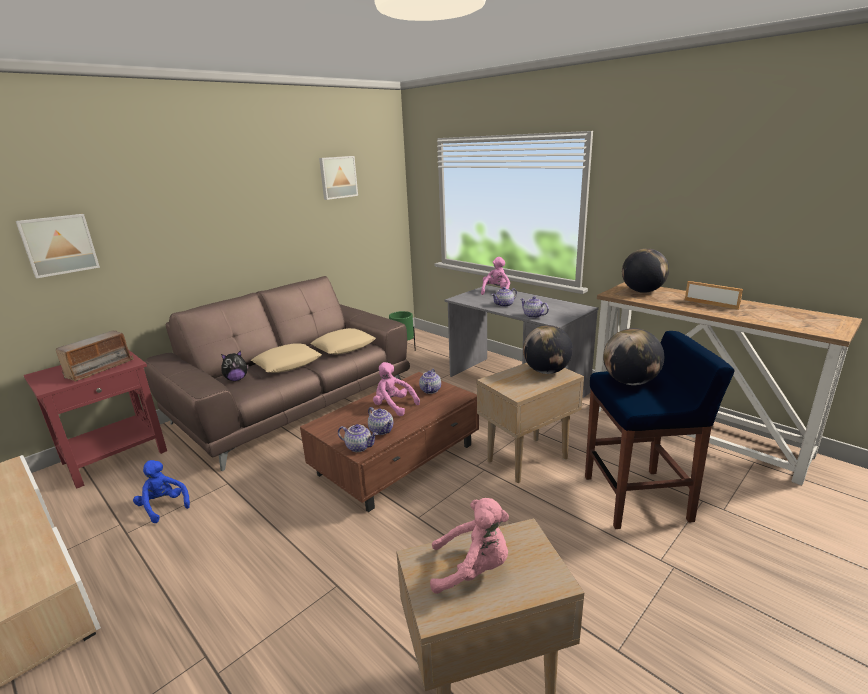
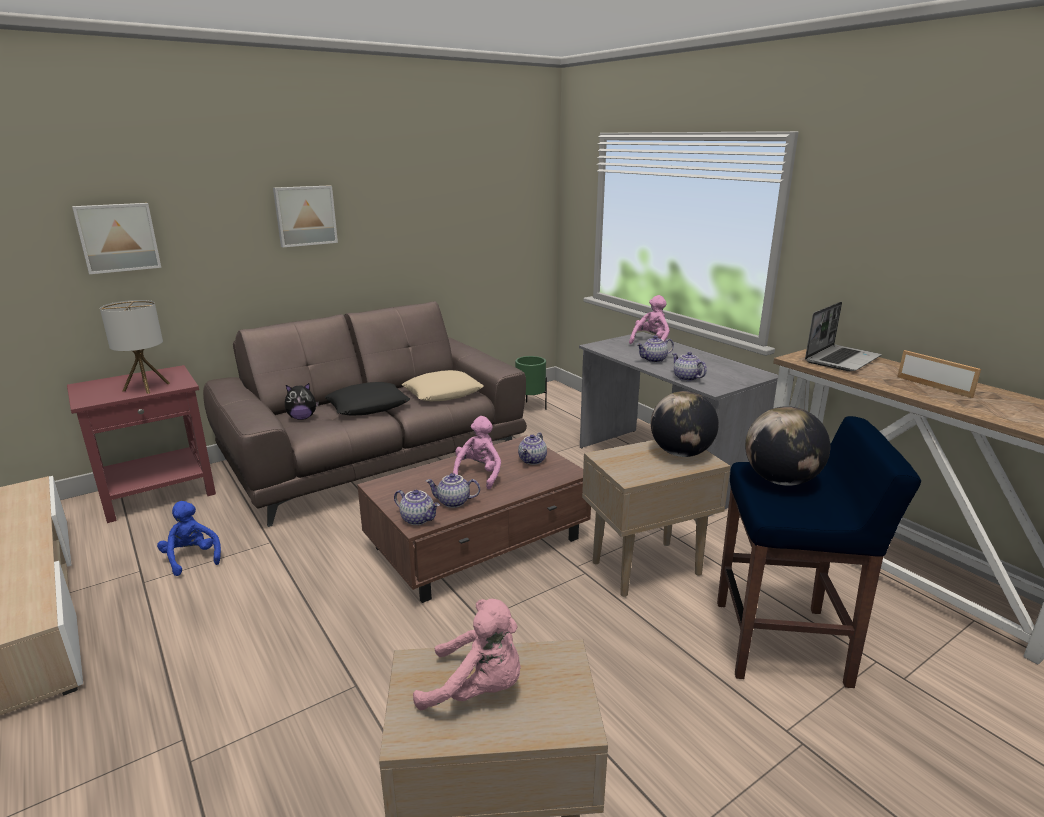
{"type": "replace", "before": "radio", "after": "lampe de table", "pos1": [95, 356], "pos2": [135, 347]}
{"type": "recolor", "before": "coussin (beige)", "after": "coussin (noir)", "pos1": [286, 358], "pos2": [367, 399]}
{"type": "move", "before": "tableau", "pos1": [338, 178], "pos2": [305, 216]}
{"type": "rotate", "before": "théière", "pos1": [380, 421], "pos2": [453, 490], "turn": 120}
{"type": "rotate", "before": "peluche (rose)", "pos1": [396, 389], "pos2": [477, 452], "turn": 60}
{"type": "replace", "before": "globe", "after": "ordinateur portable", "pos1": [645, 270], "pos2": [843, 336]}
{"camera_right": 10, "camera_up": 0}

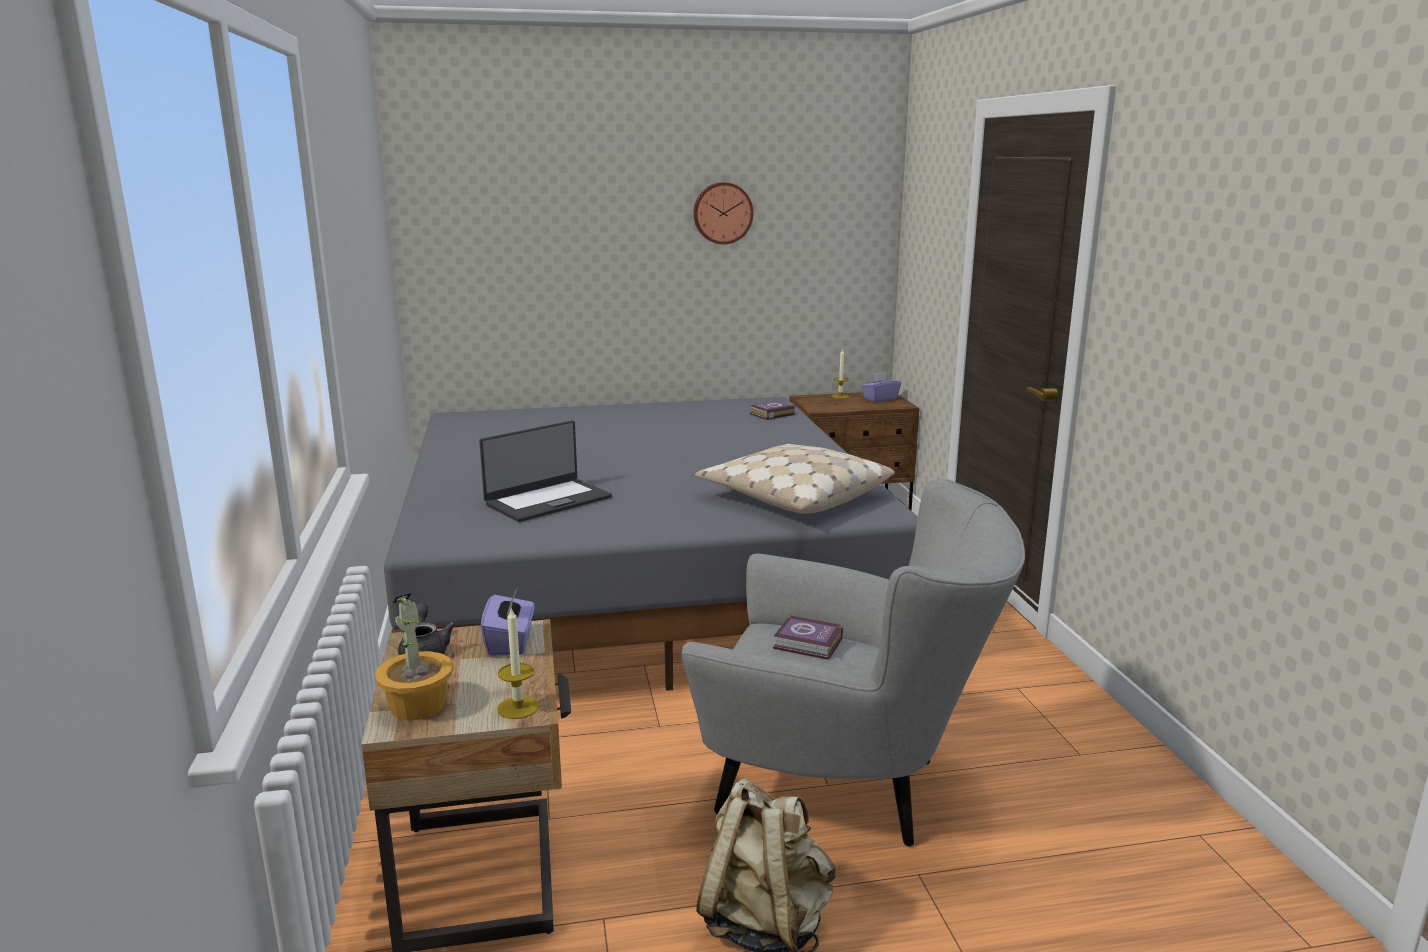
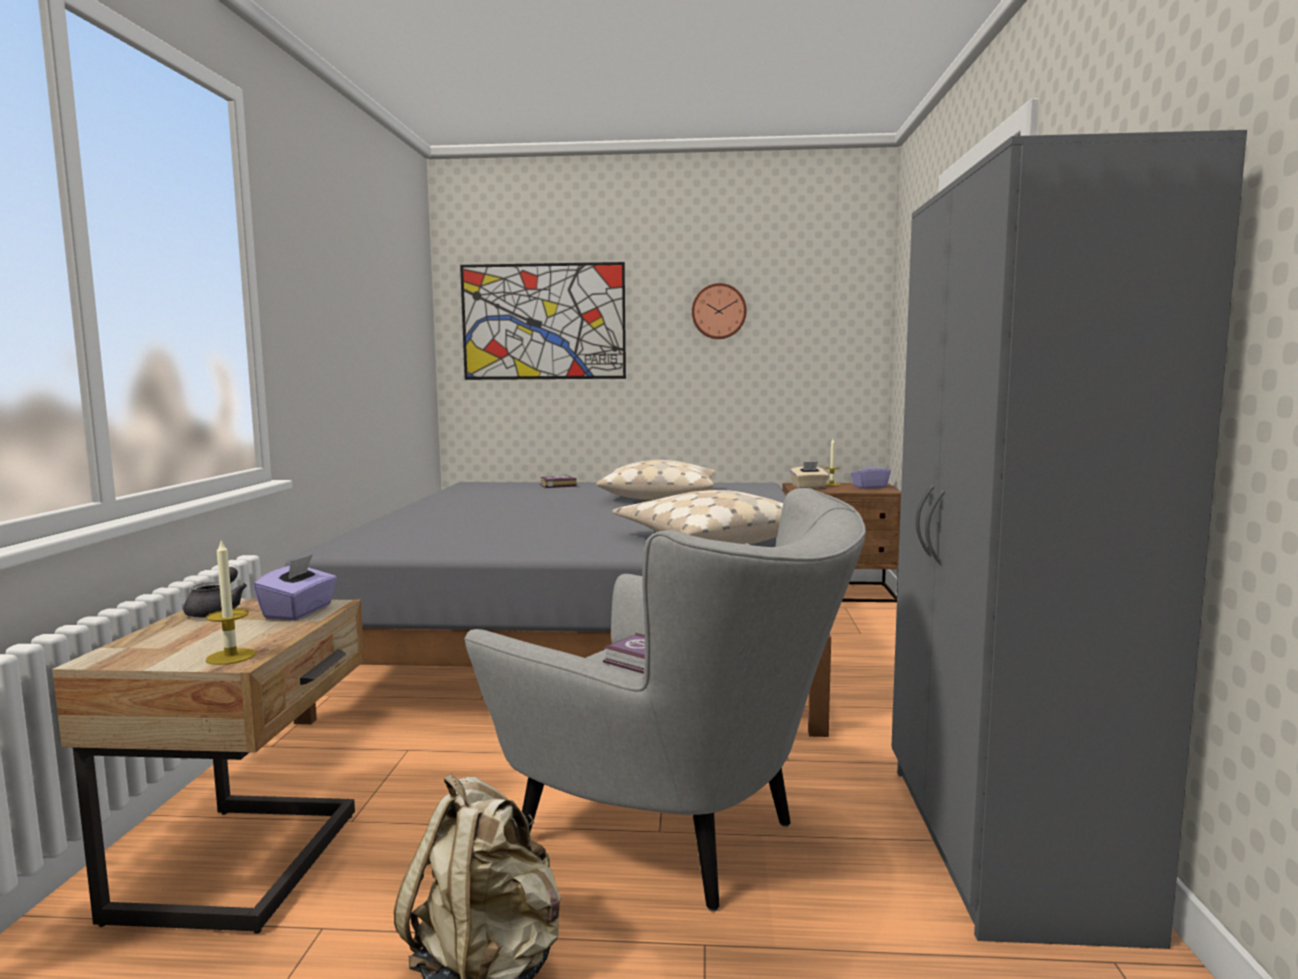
{"type": "delete", "before": "plante en pot", "pos1": [414, 656]}
{"type": "delete", "before": "ordinateur portable", "pos1": [545, 471]}
{"type": "move", "before": "livre", "pos1": [772, 410], "pos2": [558, 481]}
{"type": "insert", "after": "tableau", "pos2": [543, 321]}
{"type": "insert", "after": "coussin (beige)", "pos2": [656, 480]}
{"type": "insert", "after": "boîte à mouchoirs (beige)", "pos2": [809, 475]}
{"type": "insert", "after": "armoire (gris)", "pos2": [1069, 539]}
{"camera_right": 15, "camera_up": -10}

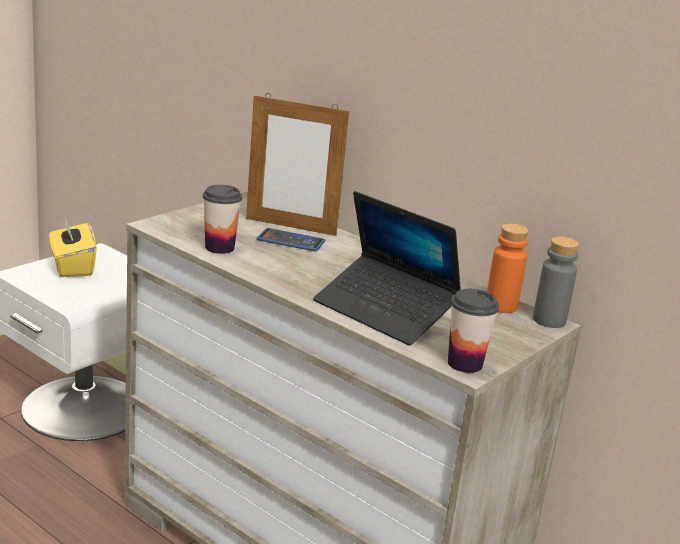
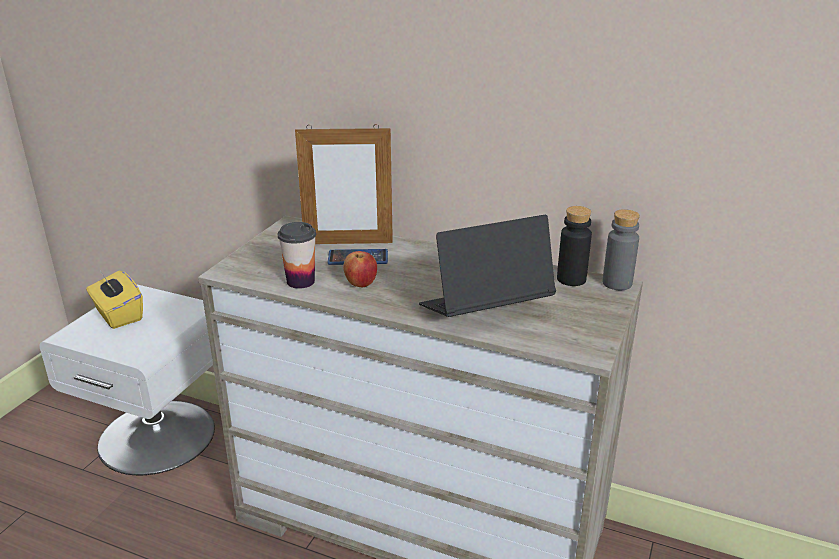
{"type": "rotate", "before": "ordinateur portable", "pos1": [387, 268], "pos2": [487, 266], "turn": 135}
{"type": "delete", "before": "tasse", "pos1": [473, 331]}
{"type": "recolor", "before": "bouteille (orange)", "after": "bouteille (noir)", "pos1": [508, 268], "pos2": [574, 246]}
{"type": "insert", "after": "pomme", "pos2": [360, 269]}
{"camera_right": -15, "camera_up": 5}

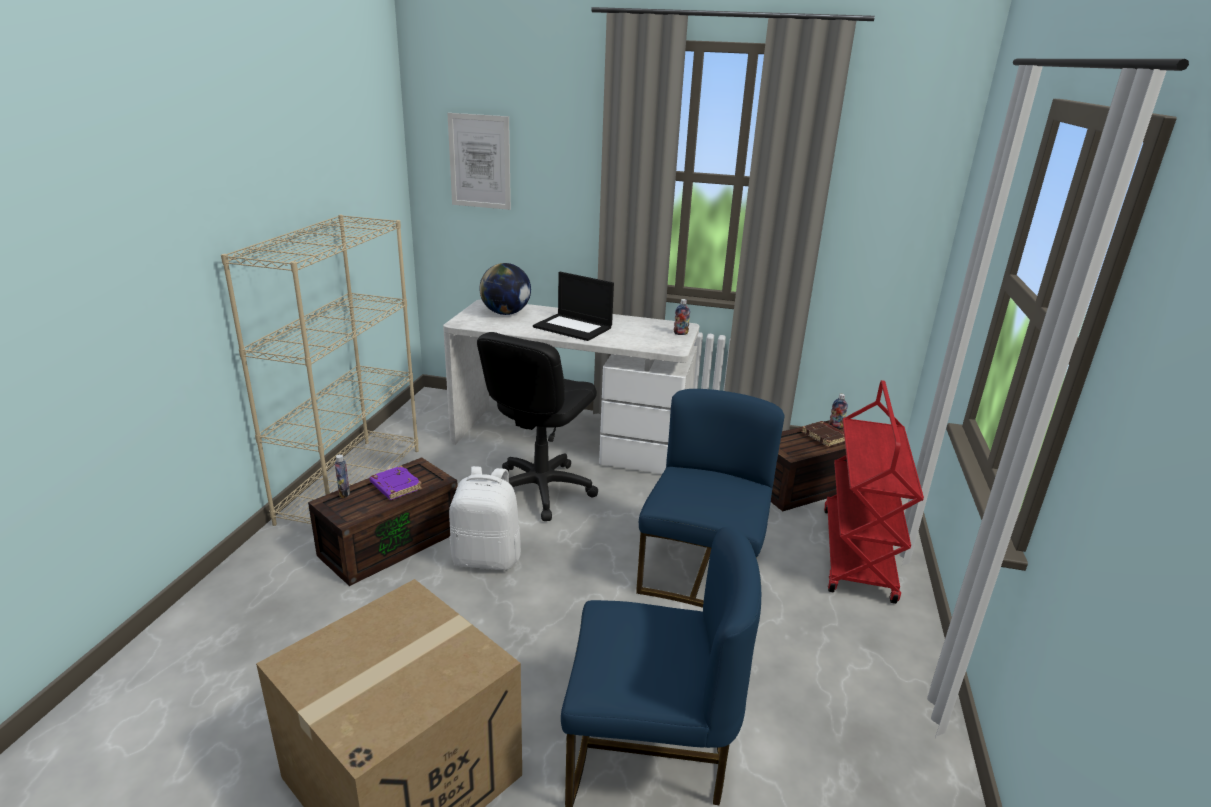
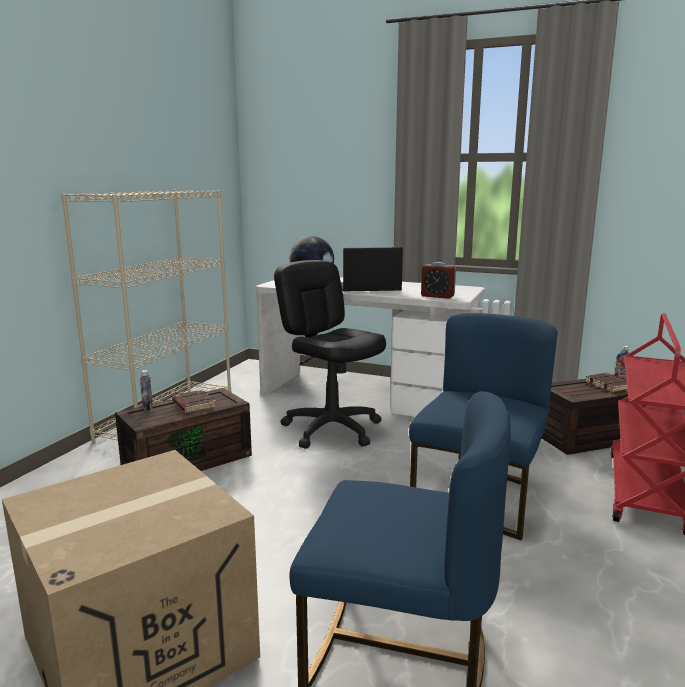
{"type": "recolor", "before": "livre (violet)", "after": "livre (marron)", "pos1": [396, 483], "pos2": [194, 401]}
{"type": "delete", "before": "tableau", "pos1": [479, 161]}
{"type": "delete", "before": "sac à dos (blanc)", "pos1": [485, 518]}
{"type": "rotate", "before": "chaise de bureau (noir)", "pos1": [537, 426], "pos2": [330, 354], "turn": 105}
{"type": "rotate", "before": "ordinateur portable", "pos1": [573, 306], "pos2": [372, 269], "turn": 135}
{"type": "delete", "before": "bouteille", "pos1": [682, 317]}
{"type": "insert", "after": "réveil", "pos2": [438, 280]}
{"camera_right": 10, "camera_up": -10}

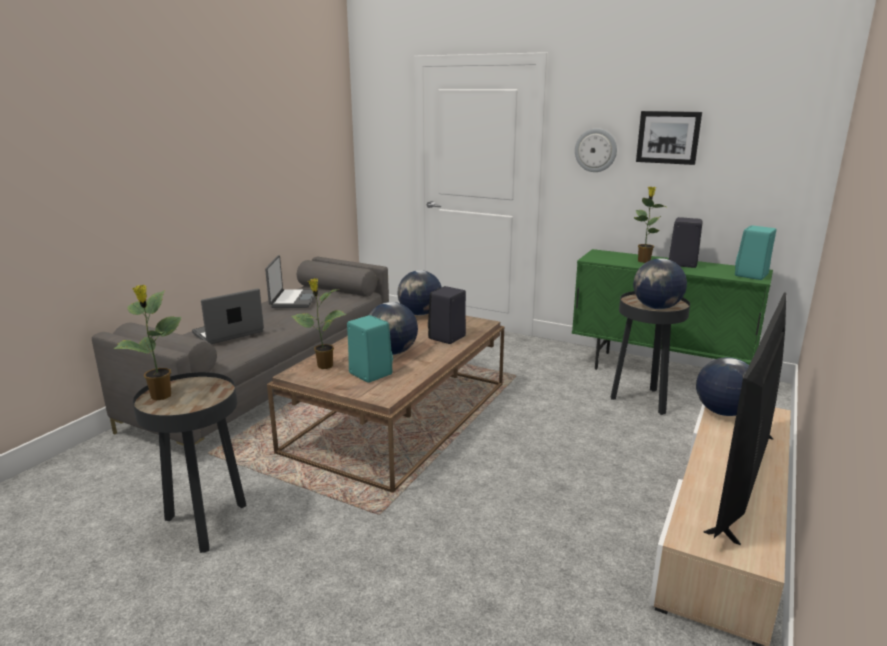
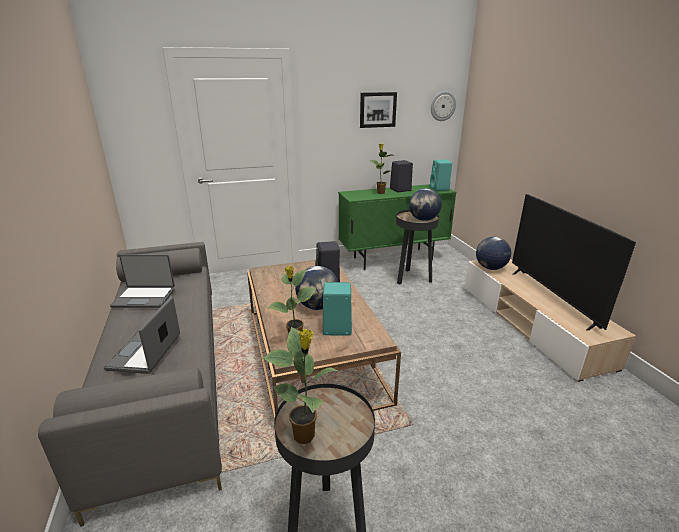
{"type": "rotate", "before": "ordinateur portable", "pos1": [291, 281], "pos2": [142, 281], "turn": 135}
{"type": "delete", "before": "globe", "pos1": [419, 292]}
{"type": "move", "before": "horloge murale", "pos1": [596, 150], "pos2": [443, 106]}
{"camera_right": -45, "camera_up": 5}

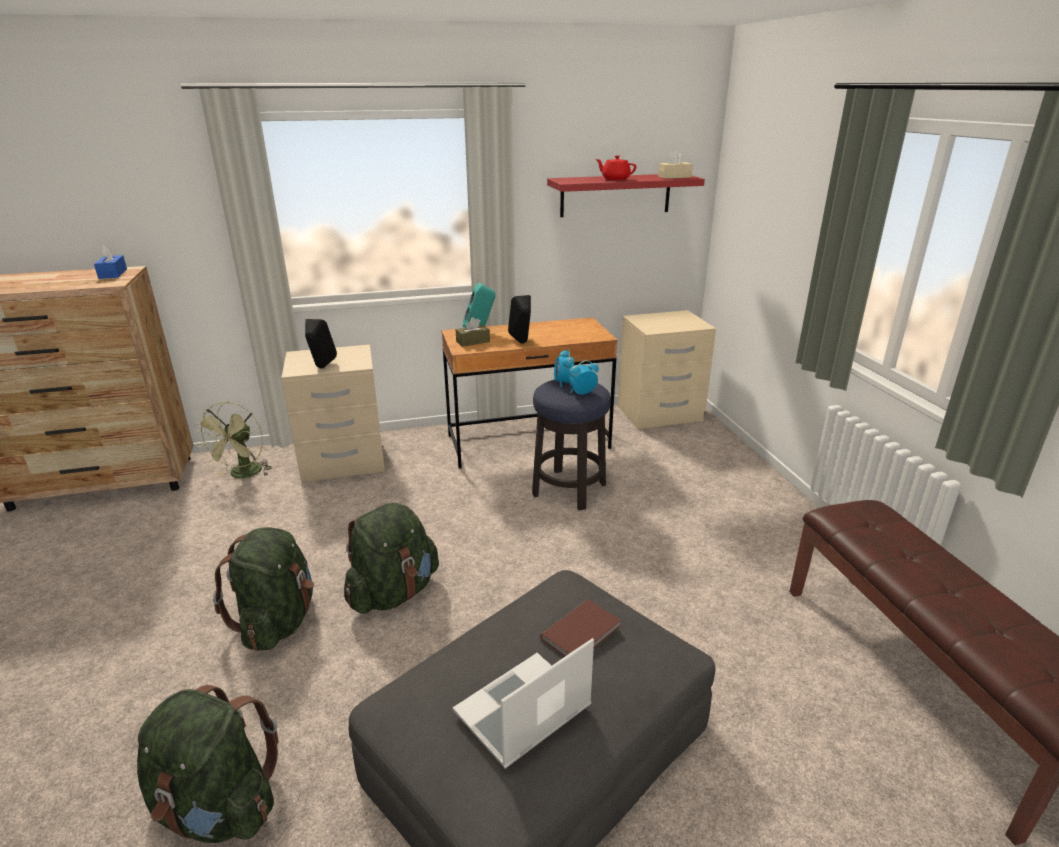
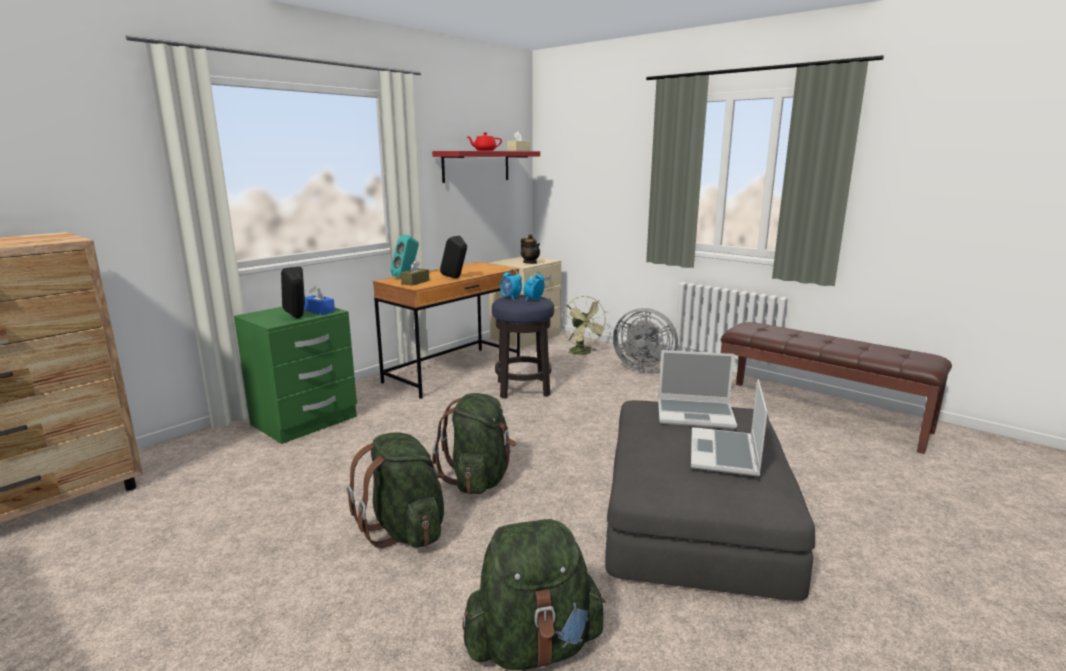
{"type": "move", "before": "boîte à mouchoirs (bleu)", "pos1": [110, 262], "pos2": [319, 300]}
{"type": "move", "before": "ventilateur (vert)", "pos1": [233, 439], "pos2": [585, 326]}
{"type": "recolor", "before": "table de chevet (beige)", "after": "table de chevet (vert)", "pos1": [333, 413], "pos2": [295, 375]}
{"type": "replace", "before": "livre (marron)", "after": "ordinateur portable", "pos1": [581, 628], "pos2": [697, 389]}
{"type": "insert", "after": "théière", "pos2": [530, 249]}
{"type": "insert", "after": "ventilateur (gris)", "pos2": [645, 340]}
{"camera_right": -35, "camera_up": -10}

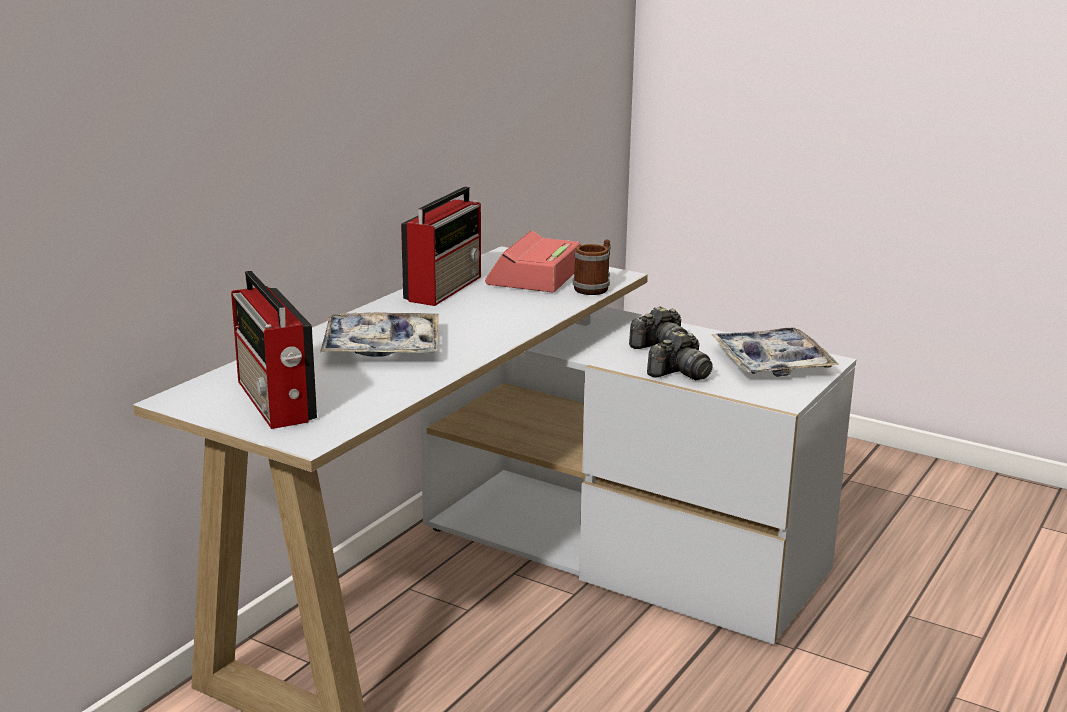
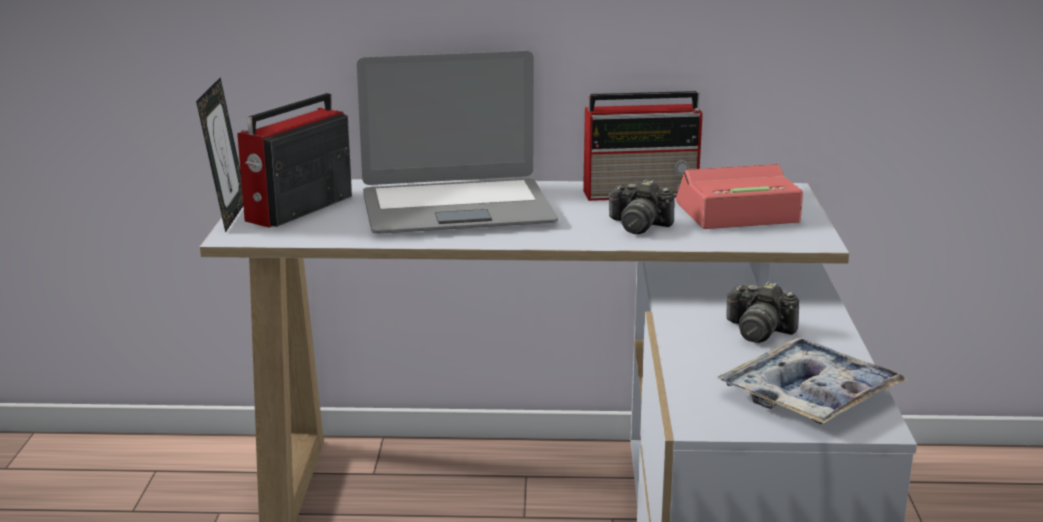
{"type": "replace", "before": "plateau", "after": "ordinateur portable", "pos1": [379, 335], "pos2": [457, 142]}
{"type": "delete", "before": "mug", "pos1": [592, 267]}
{"type": "move", "before": "appareil photo", "pos1": [680, 355], "pos2": [641, 207]}
{"type": "insert", "after": "cadre photo", "pos2": [219, 155]}
{"camera_right": 60, "camera_up": 0}

